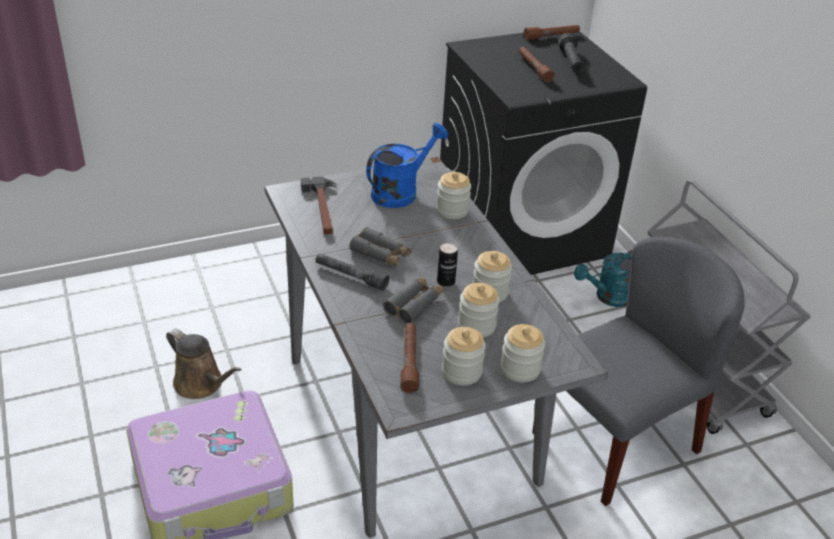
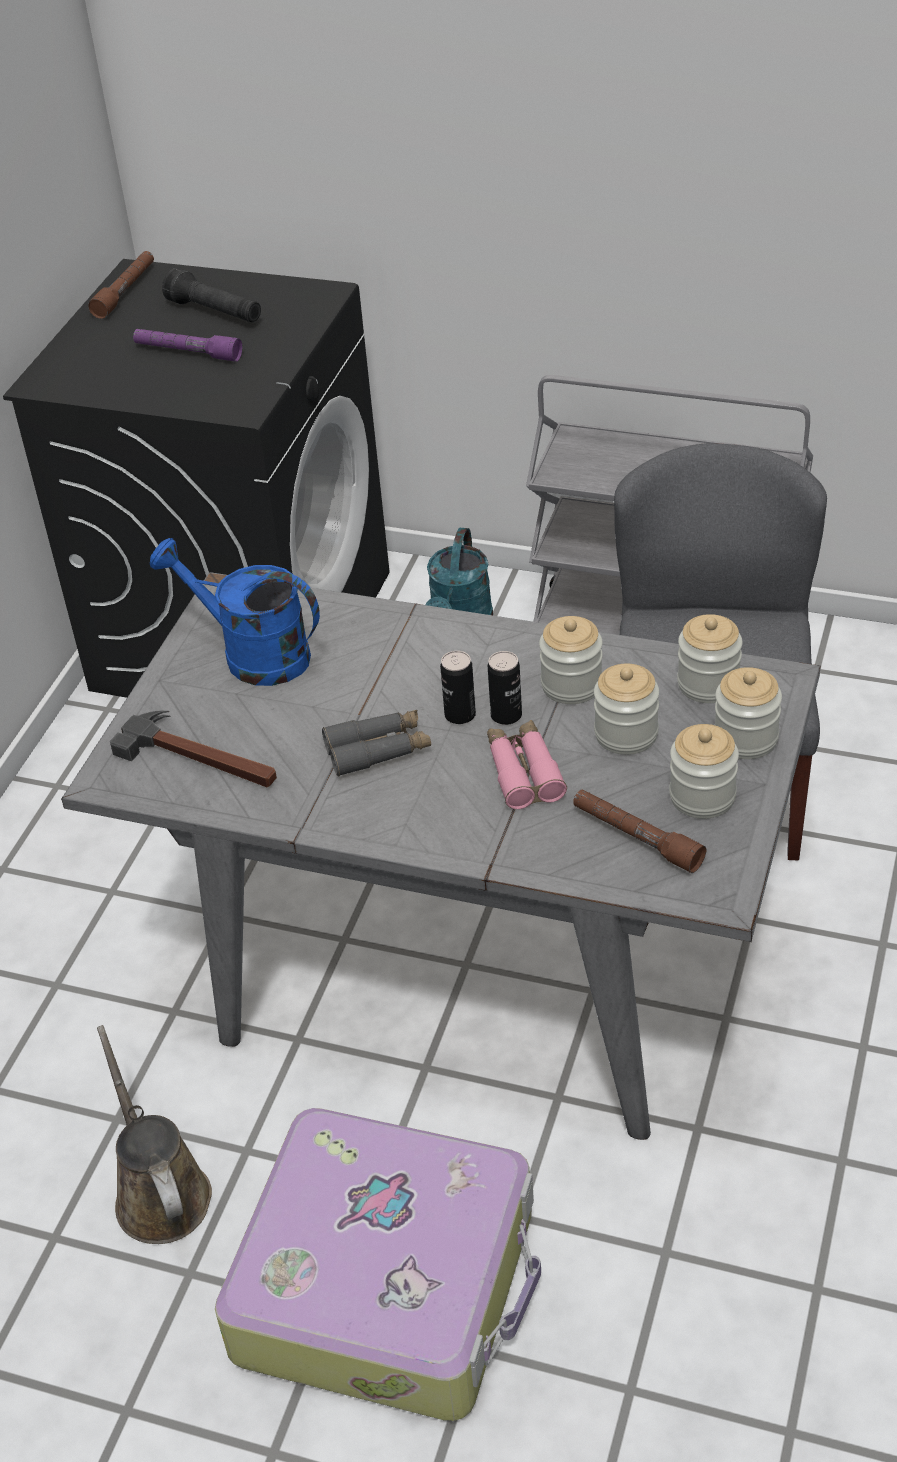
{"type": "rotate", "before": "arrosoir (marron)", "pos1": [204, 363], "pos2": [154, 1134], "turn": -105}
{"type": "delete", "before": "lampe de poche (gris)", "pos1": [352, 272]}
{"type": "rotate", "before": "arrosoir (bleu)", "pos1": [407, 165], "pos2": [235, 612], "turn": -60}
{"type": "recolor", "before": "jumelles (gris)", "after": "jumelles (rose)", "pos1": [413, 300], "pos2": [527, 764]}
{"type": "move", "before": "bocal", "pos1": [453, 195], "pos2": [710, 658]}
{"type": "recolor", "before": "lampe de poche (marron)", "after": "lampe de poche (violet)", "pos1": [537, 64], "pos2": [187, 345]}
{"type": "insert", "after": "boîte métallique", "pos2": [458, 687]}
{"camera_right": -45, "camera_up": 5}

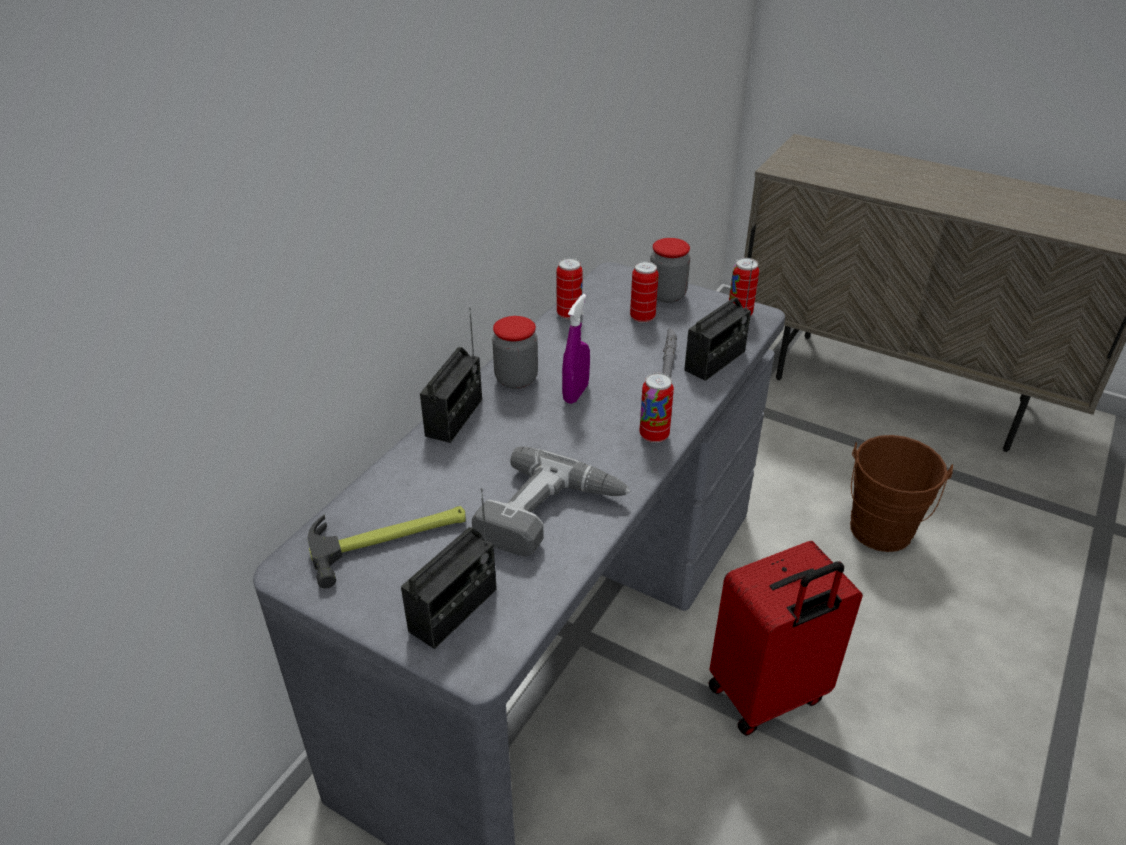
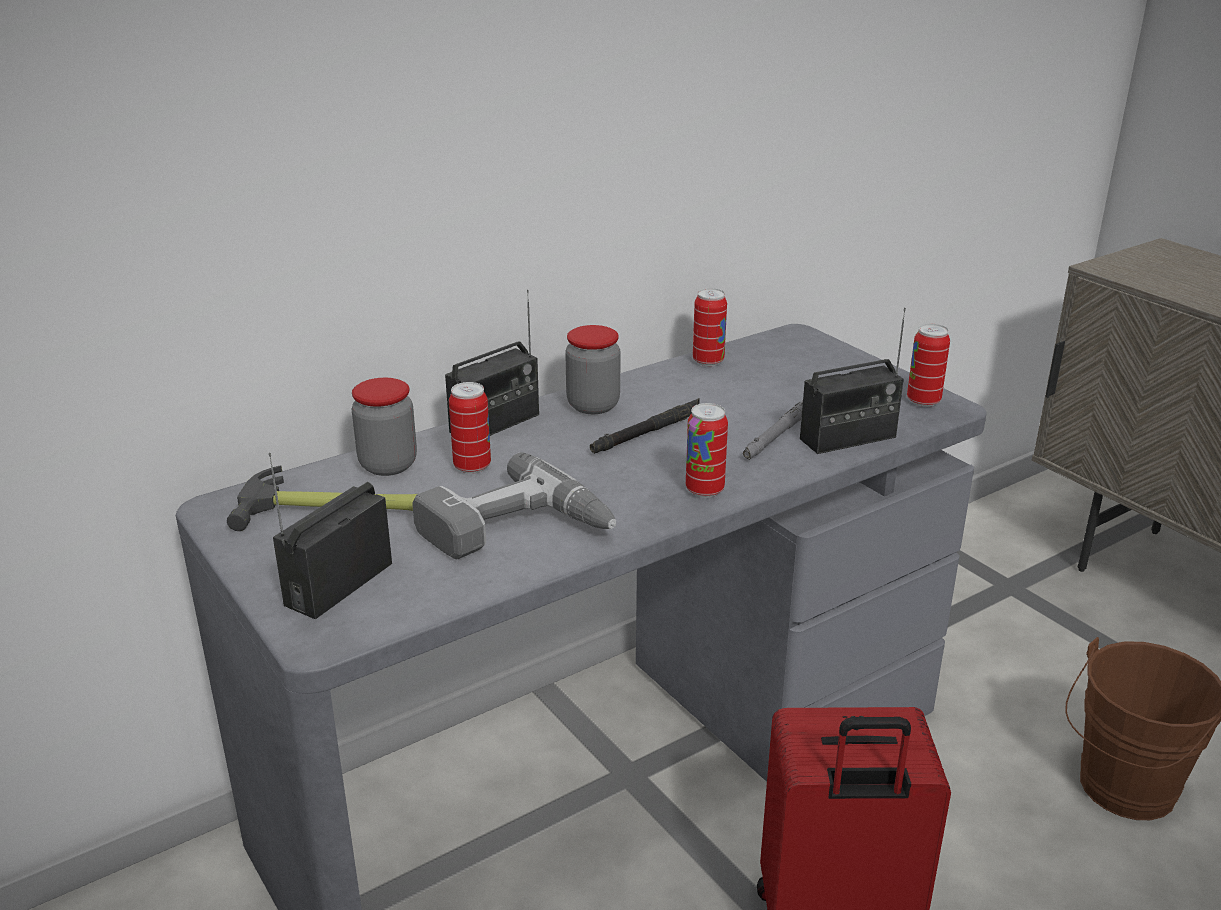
{"type": "rotate", "before": "radio", "pos1": [449, 568], "pos2": [330, 536], "turn": 150}
{"type": "replace", "before": "vaporisateur (violet)", "after": "lampe de poche (noir)", "pos1": [576, 349], "pos2": [645, 426]}
{"type": "move", "before": "boîte métallique", "pos1": [644, 292], "pos2": [470, 428]}
{"type": "move", "before": "bocal", "pos1": [670, 270], "pos2": [384, 427]}
{"camera_right": 25, "camera_up": -10}

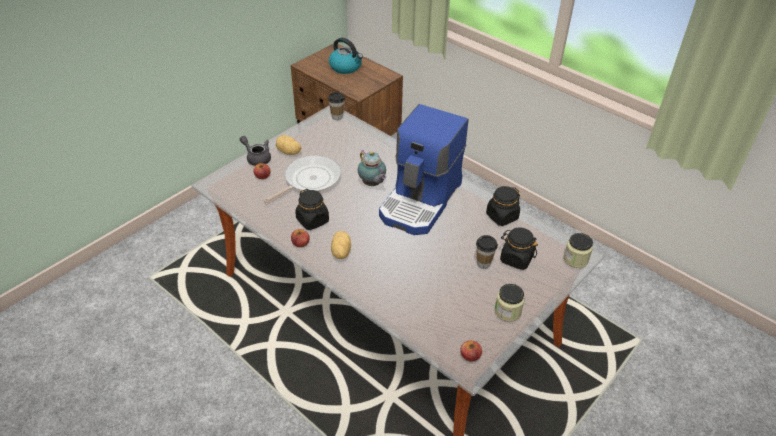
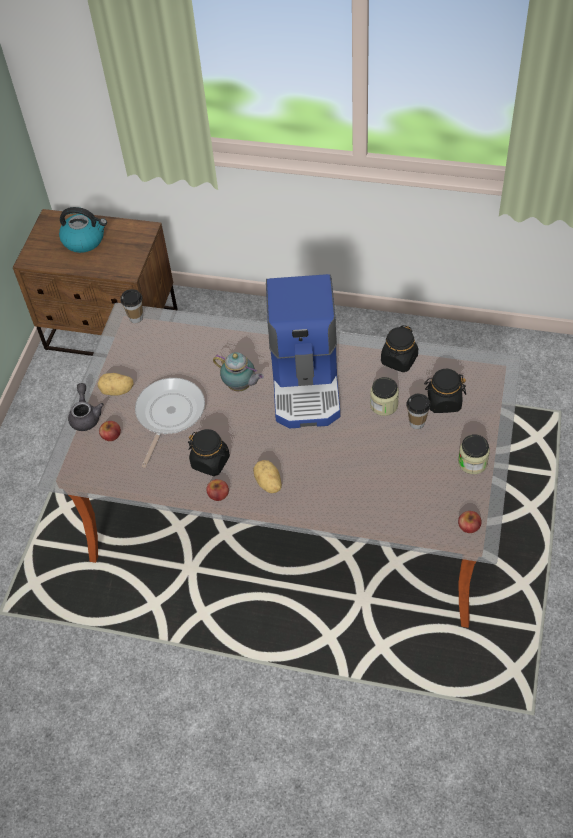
{"type": "rotate", "before": "théière (gris)", "pos1": [255, 151], "pos2": [86, 407], "turn": 75}
{"type": "move", "before": "bocal", "pos1": [578, 250], "pos2": [384, 396]}
{"camera_right": -25, "camera_up": 10}

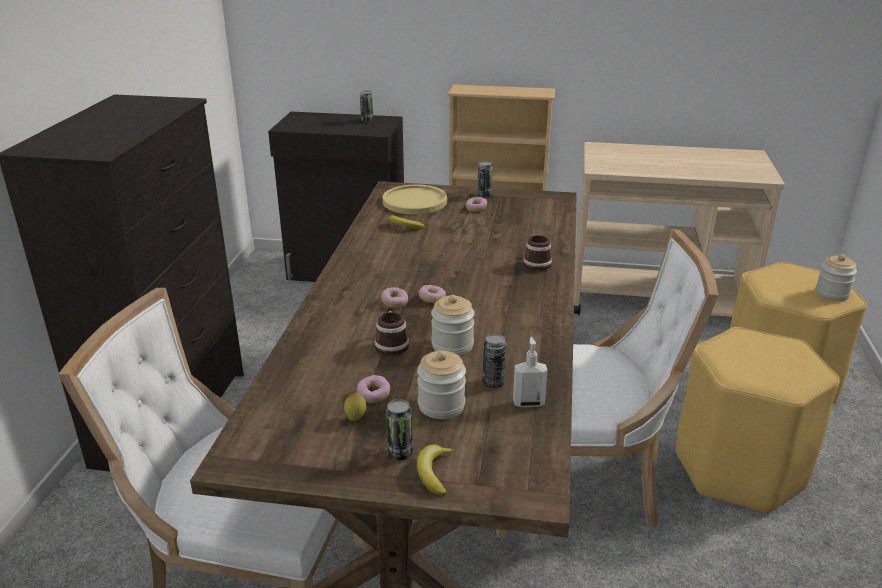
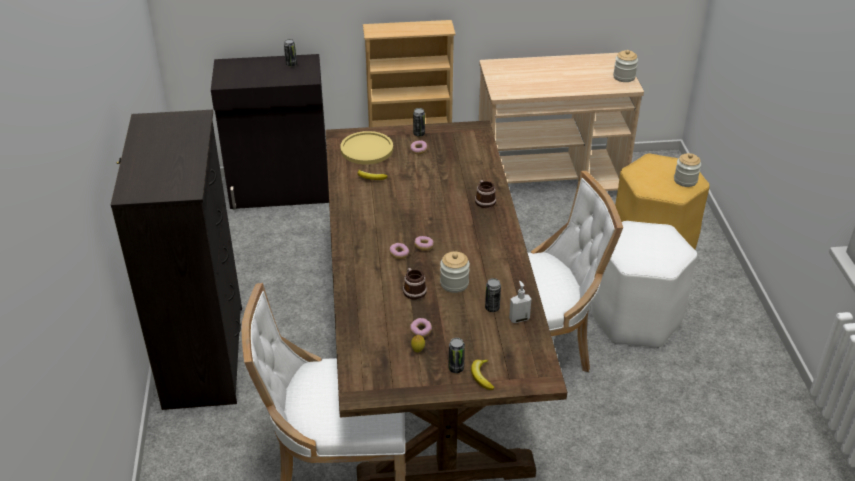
{"type": "move", "before": "bocal", "pos1": [441, 384], "pos2": [625, 66]}
{"type": "recolor", "before": "tabouret (jaune)", "after": "tabouret (blanc)", "pos1": [758, 420], "pos2": [644, 284]}
{"camera_right": -15, "camera_up": 10}

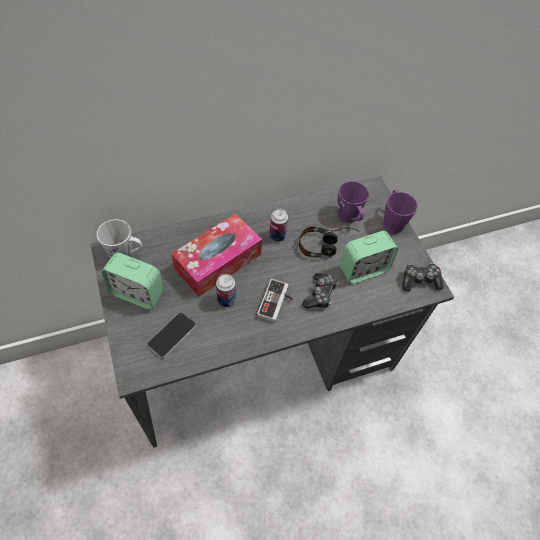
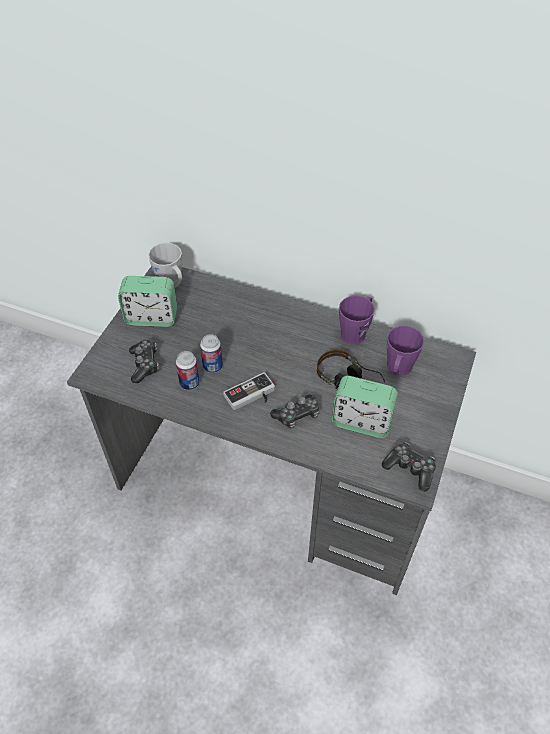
{"type": "rotate", "before": "réveil", "pos1": [132, 281], "pos2": [147, 301], "turn": -60}
{"type": "replace", "before": "téléphone", "after": "manette", "pos1": [171, 335], "pos2": [144, 361]}
{"type": "delete", "before": "boîte à mouchoirs", "pos1": [216, 255]}
{"type": "move", "before": "boîte métallique", "pos1": [278, 225], "pos2": [188, 370]}
{"type": "move", "before": "mug (violet)", "pos1": [400, 212], "pos2": [357, 320]}
{"camera_right": 45, "camera_up": -5}

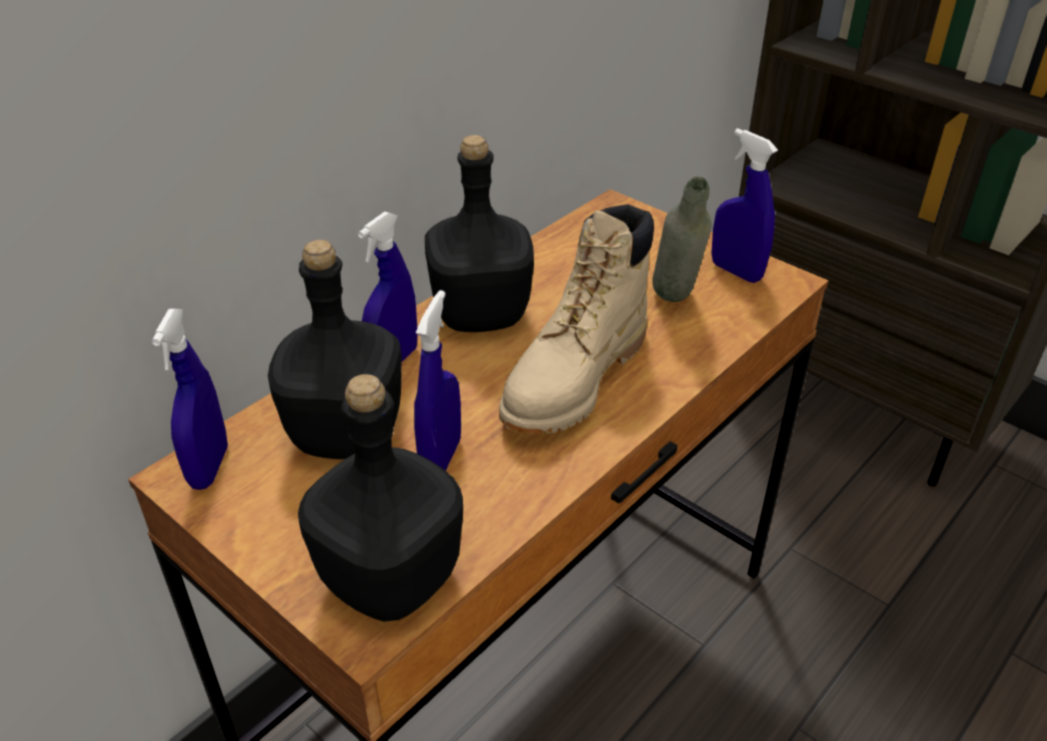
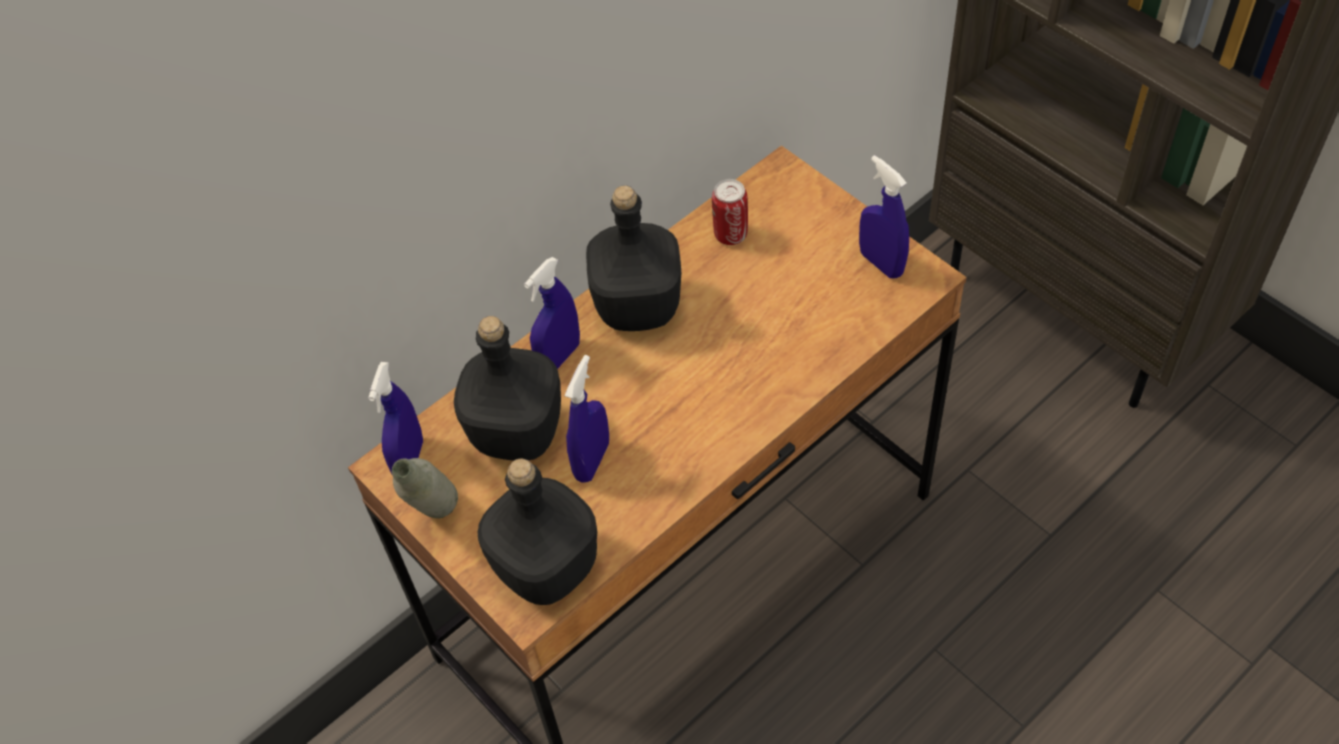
{"type": "delete", "before": "botte (beige)", "pos1": [576, 319]}
{"type": "move", "before": "bouteille (gris)", "pos1": [682, 239], "pos2": [425, 488]}
{"type": "insert", "after": "boîte métallique", "pos2": [730, 212]}
{"camera_right": 10, "camera_up": 15}

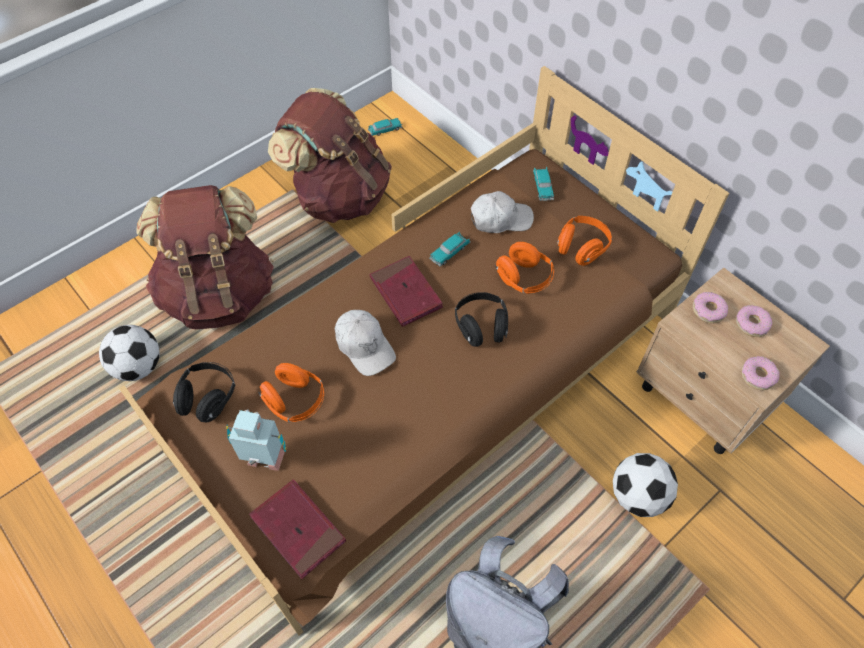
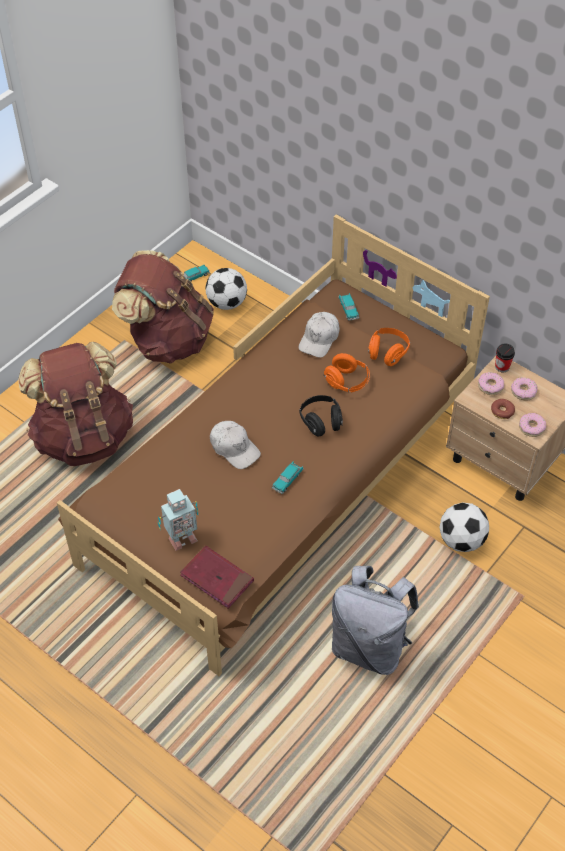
{"type": "move", "before": "ballon de foot", "pos1": [129, 353], "pos2": [226, 289]}
{"type": "delete", "before": "casque audio (noir)", "pos1": [204, 392]}
{"type": "rotate", "before": "robot jouet", "pos1": [256, 440], "pos2": [178, 520], "turn": 150}
{"type": "delete", "before": "casque audio (orange)", "pos1": [291, 392]}
{"type": "delete", "before": "livre (rouge)", "pos1": [406, 291]}
{"type": "move", "before": "petite voiture", "pos1": [450, 249], "pos2": [288, 477]}
{"type": "rotate", "before": "casquette (blanc)", "pos1": [502, 212], "pos2": [319, 335], "turn": 135}
{"type": "insert", "after": "beignet", "pos2": [503, 409]}
{"type": "insert", "after": "tasse", "pos2": [505, 357]}
{"camera_right": -10, "camera_up": -5}

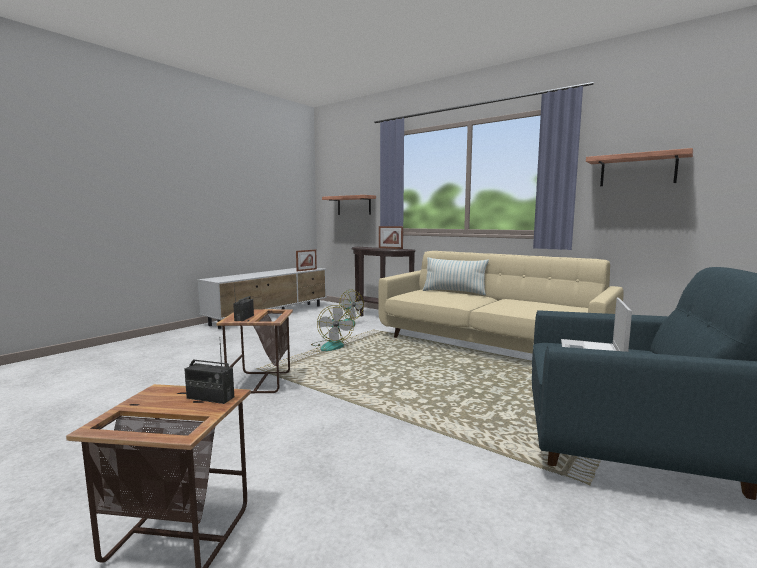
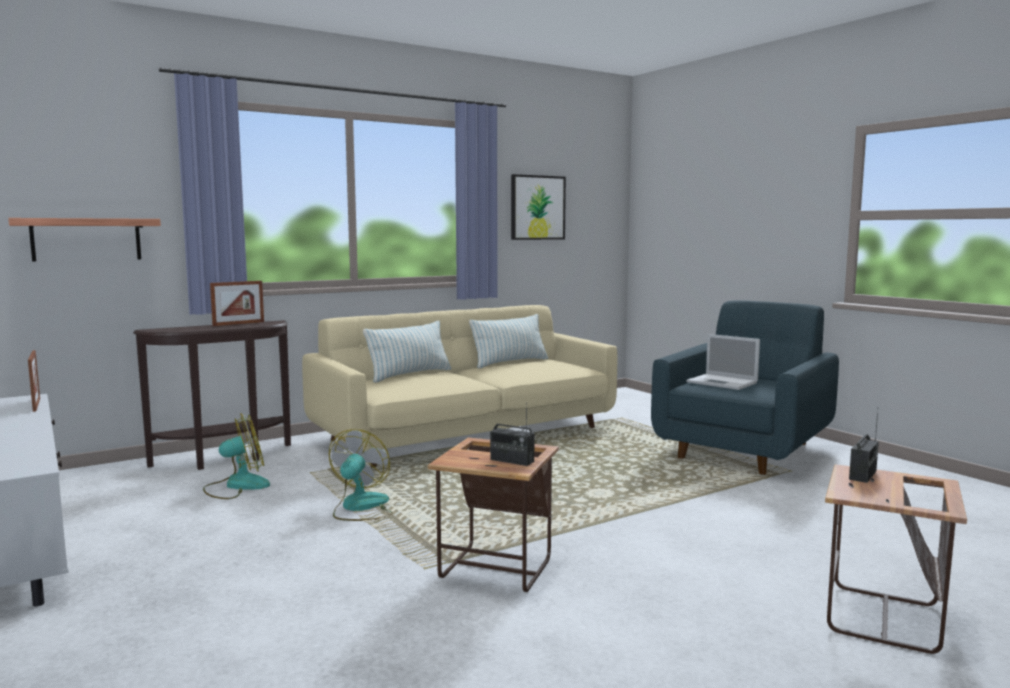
{"type": "rotate", "before": "ventilateur", "pos1": [332, 328], "pos2": [361, 475], "turn": -90}
{"type": "replace", "before": "étagère", "after": "tableau", "pos1": [639, 167], "pos2": [538, 207]}
{"type": "insert", "after": "coussin", "pos2": [508, 341]}
{"camera_right": -70, "camera_up": 0}

